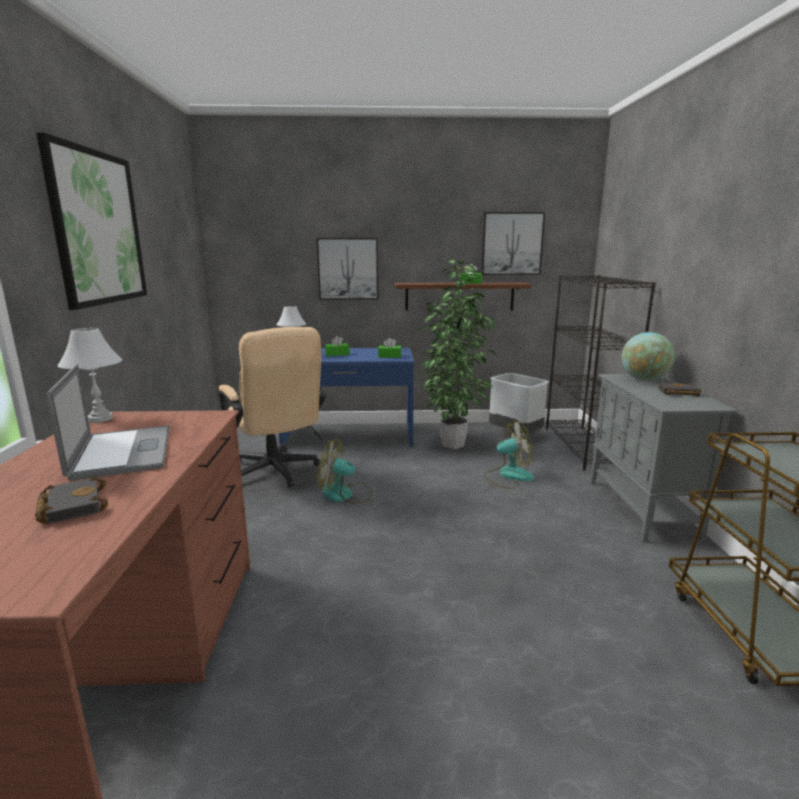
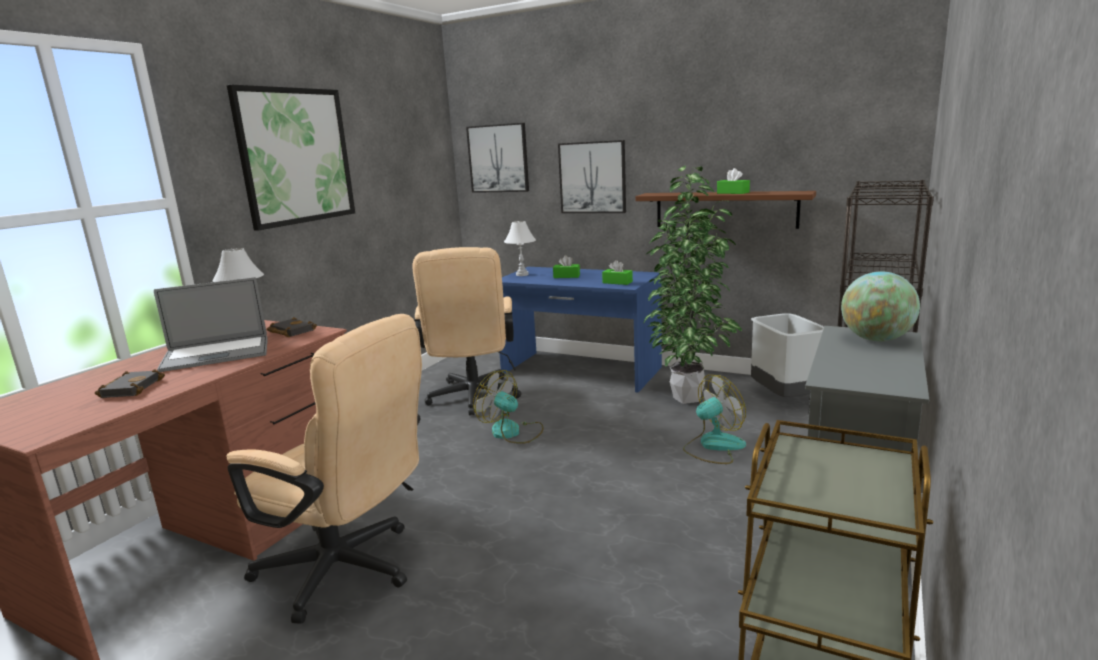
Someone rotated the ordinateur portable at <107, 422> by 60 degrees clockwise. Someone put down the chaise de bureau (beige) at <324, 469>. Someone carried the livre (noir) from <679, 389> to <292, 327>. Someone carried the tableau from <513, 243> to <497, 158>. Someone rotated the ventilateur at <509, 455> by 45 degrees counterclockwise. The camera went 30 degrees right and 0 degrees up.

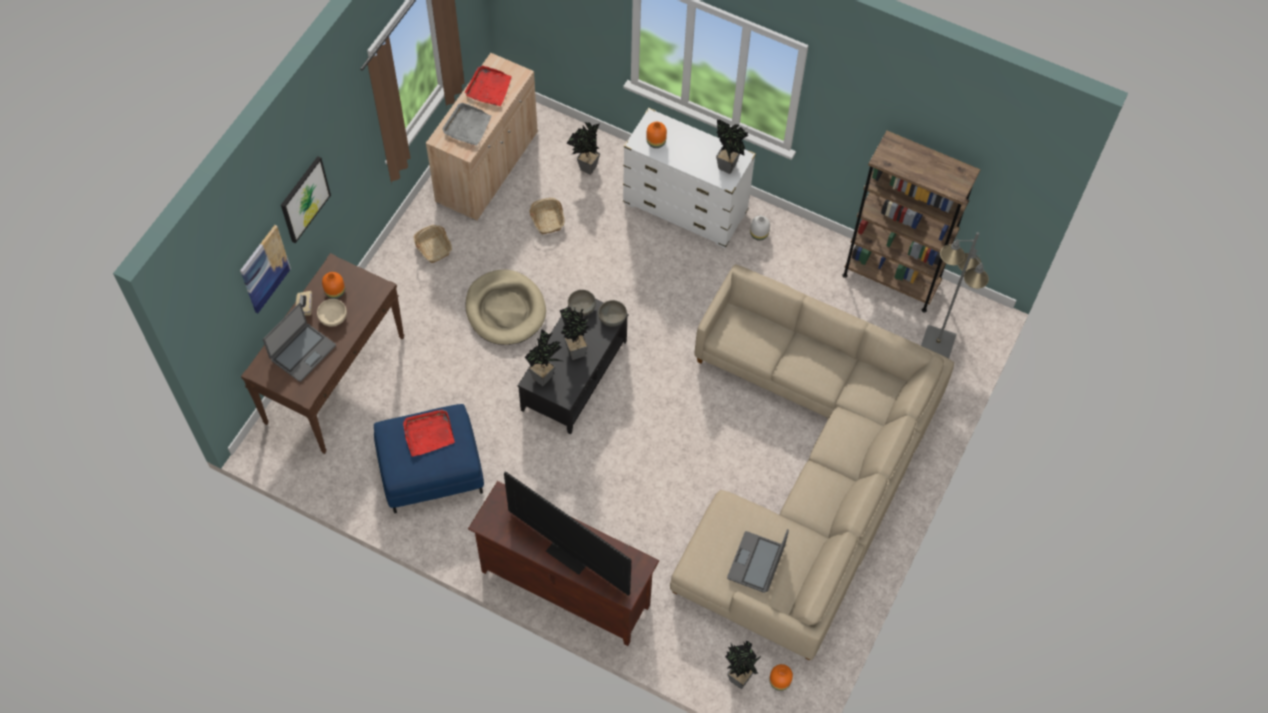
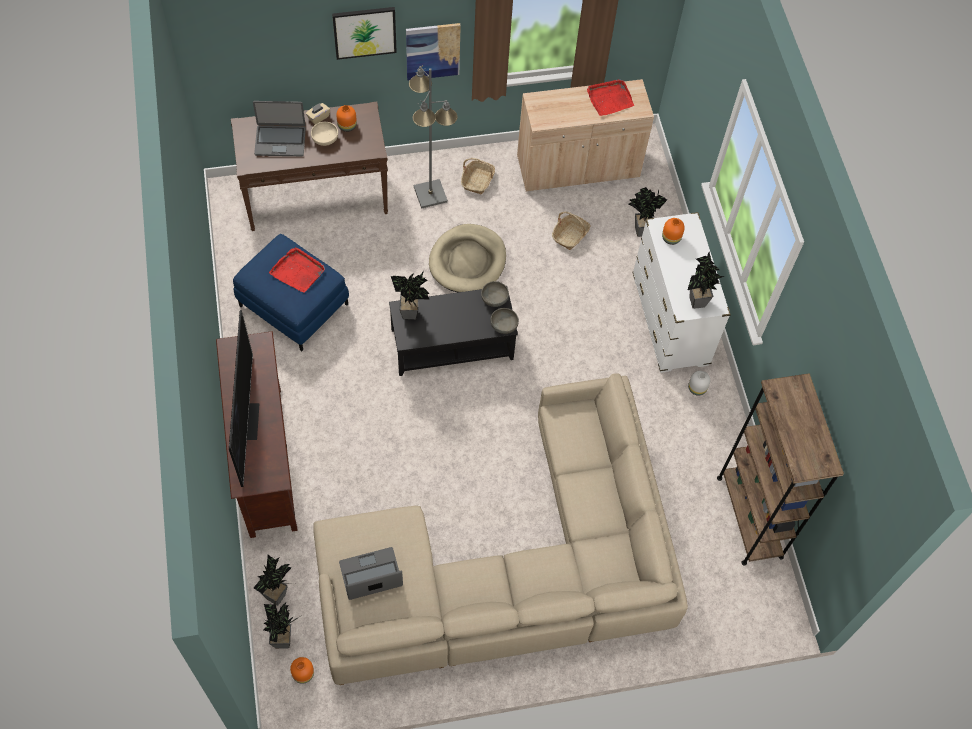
Someone carried the plante en pot from <576, 333> to <272, 580>. Someone carried the tableau from <265, 269> to <433, 52>. Someone carried the lampadaire (gris) from <955, 295> to <433, 137>. Someone took away the plateau (gris) at <466, 124>. The camera went 50 degrees right and 0 degrees up.

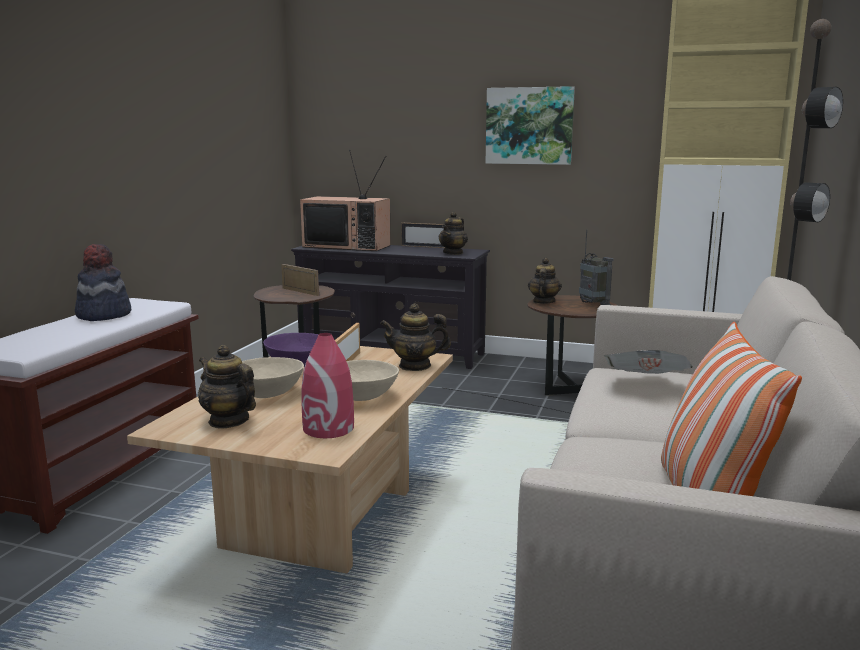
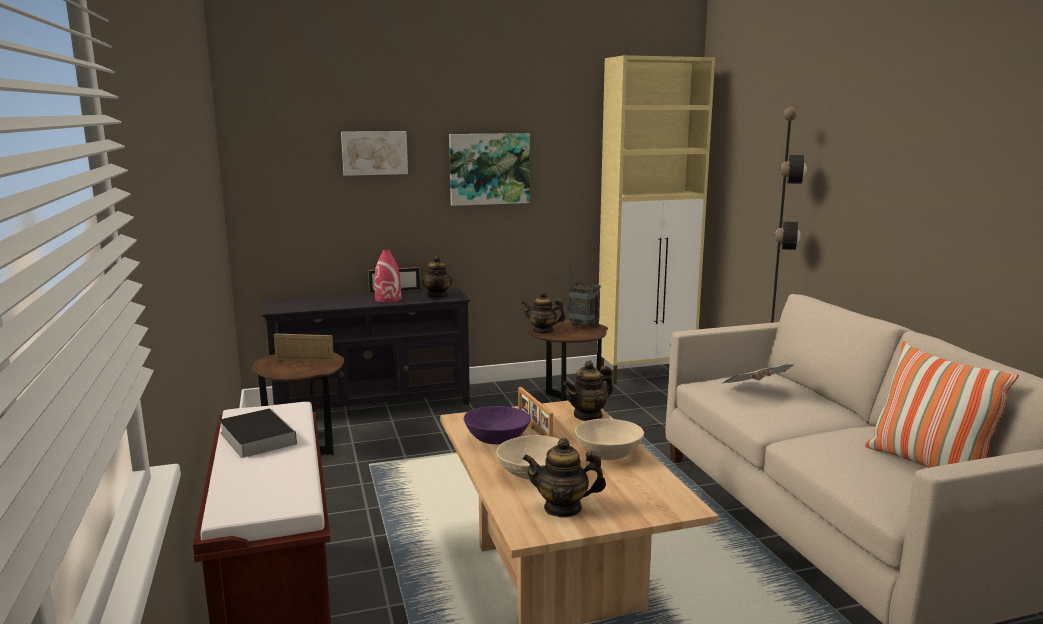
Someone swapped the chapeau at <103, 282> for the livre at <258, 433>. Someone put up the tableau at <374, 153>. Someone carried the vase (rouge) from <328, 385> to <387, 276>. Someone rotated the théière at <545, 280> by 60 degrees counterclockwise. Someone took away the téléviseur at <345, 200>. The camera went 35 degrees left and 0 degrees up.

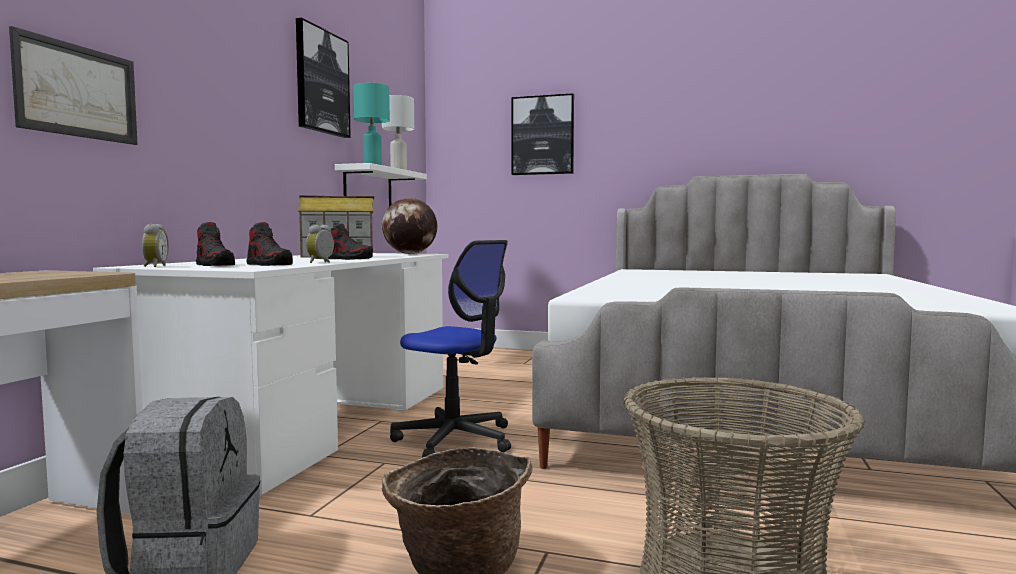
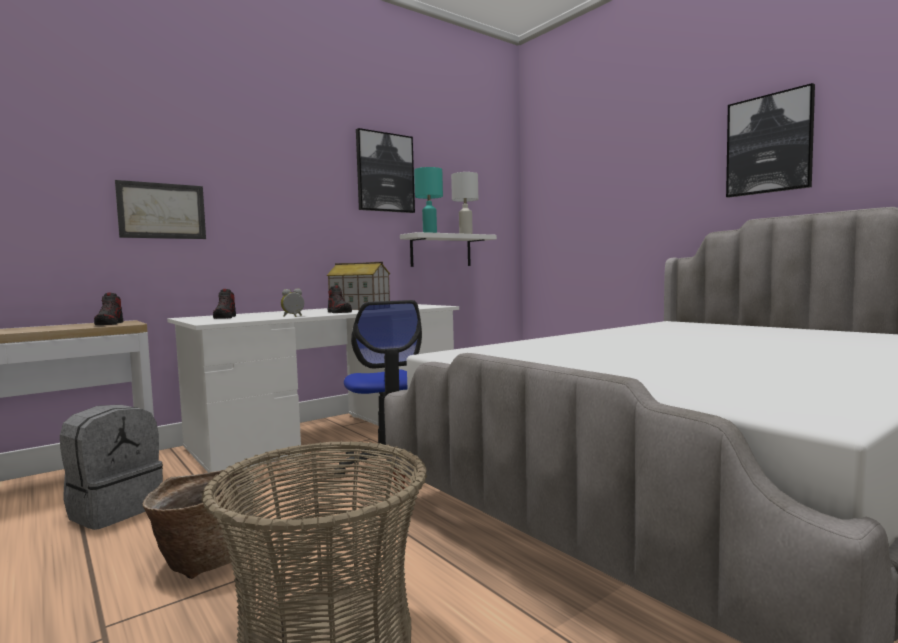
Someone carried the chaussure from <269, 244> to <108, 308>. Someone carried the tableau from <543, 134> to <770, 140>. Someone took away the réveil at <155, 245>. Someone took away the globe at <409, 226>. The camera went 35 degrees right and 0 degrees up.

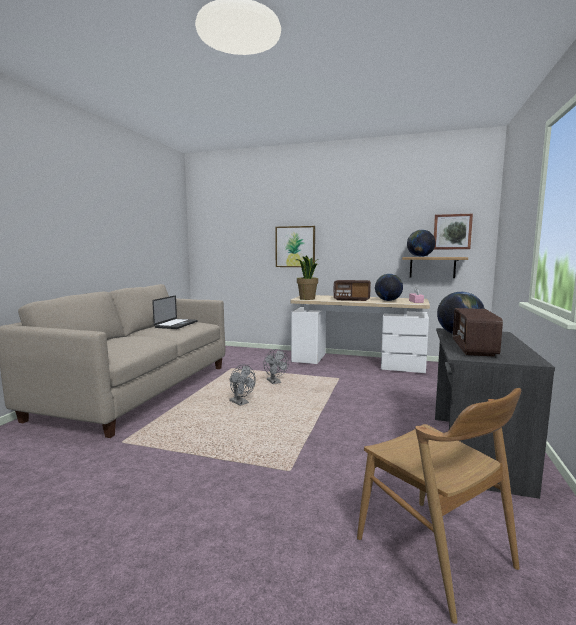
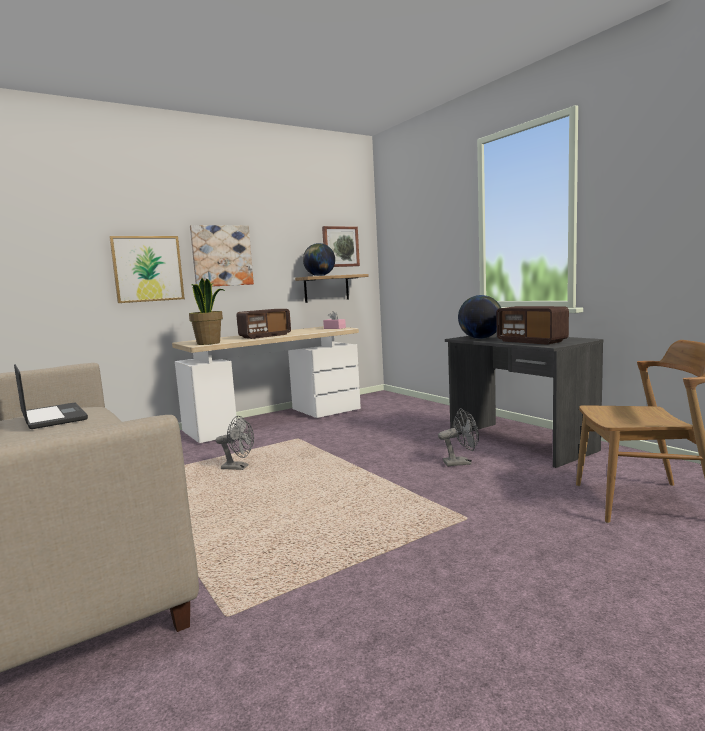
Someone put up the tableau at <222, 256>. Someone carried the ventilateur (gris) from <242, 385> to <458, 437>. Someone took away the globe at <389, 287>. The camera went 50 degrees left and 0 degrees up.

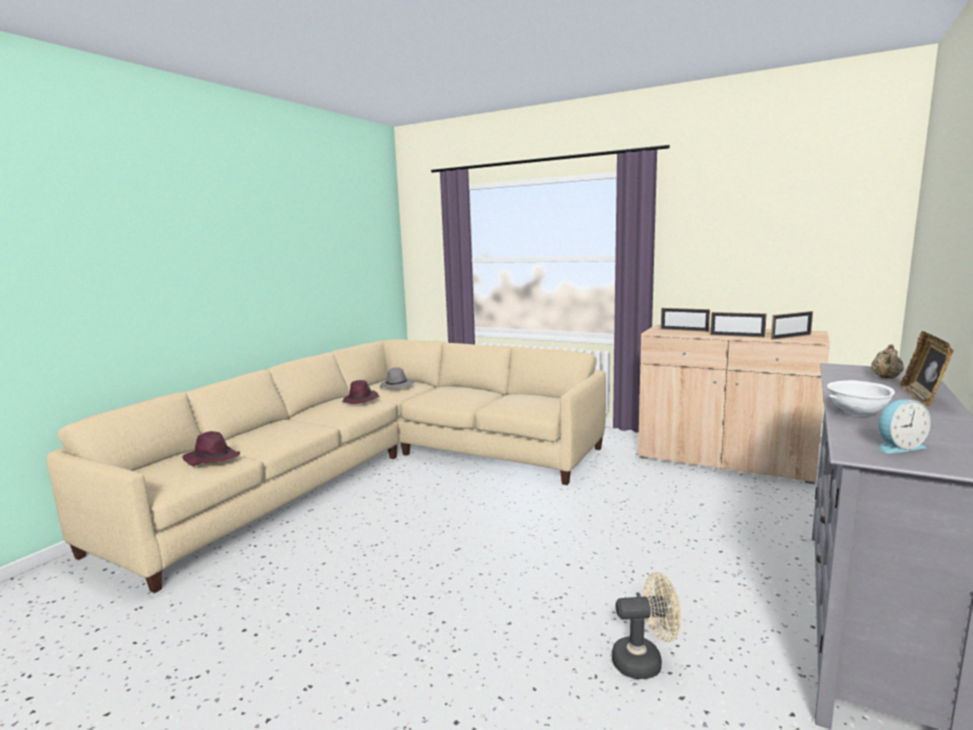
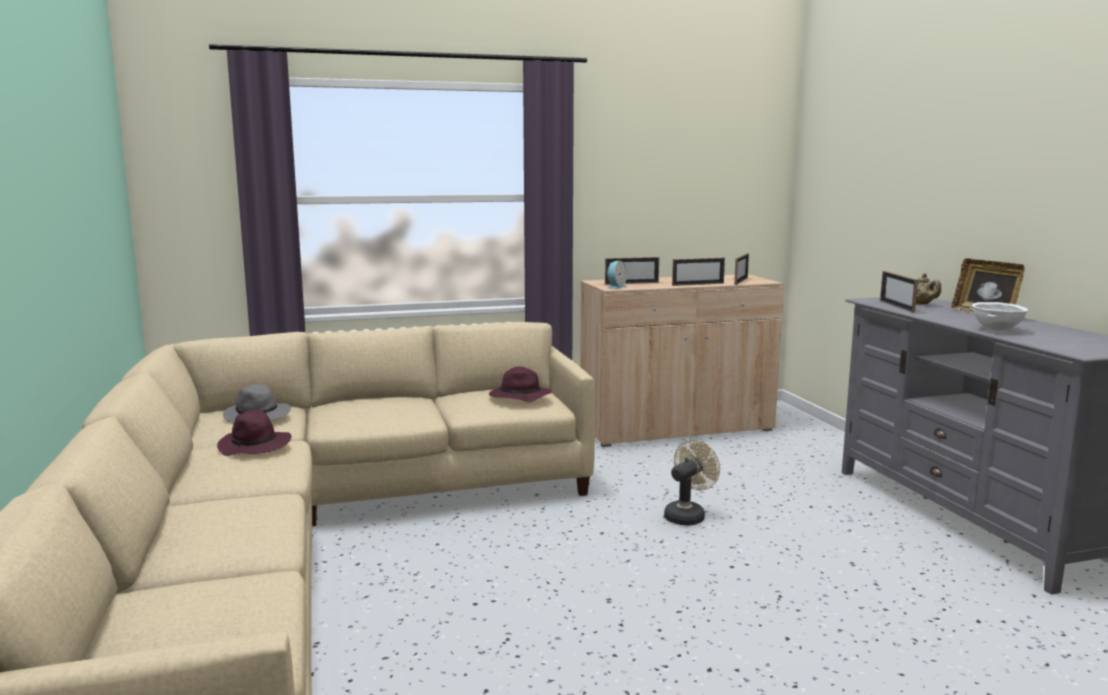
Someone carried the chapeau (violet) from <211, 448> to <520, 384>. Someone carried the réveil from <904, 426> to <617, 275>. Someone carried the ventilateur (beige) from <646, 625> to <692, 483>. Someone put down the cadre photo at <899, 292>. The camera went 45 degrees left and 0 degrees up.

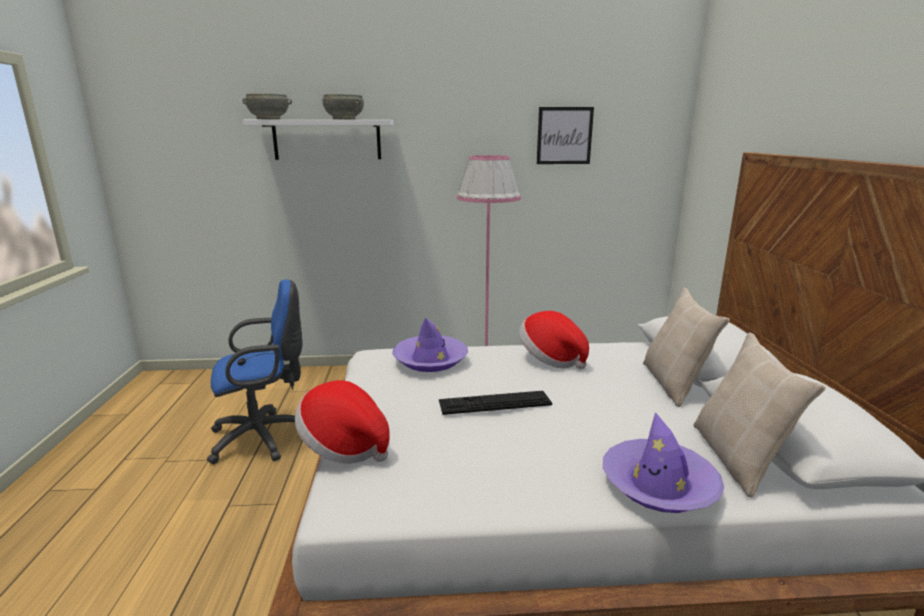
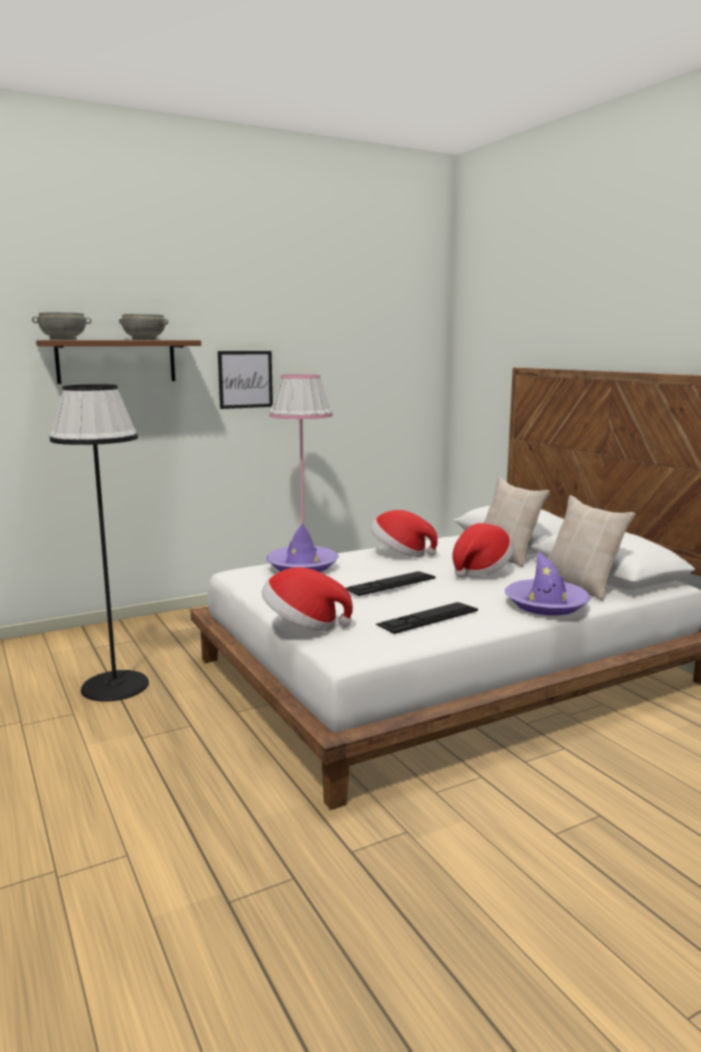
Someone repainted the étagère (blanc) at <318, 140>, which became the étagère (marron) at <118, 362>. Someone swapped the chaise de bureau (bleu) at <255, 372> for the lampadaire (noir) at <99, 543>. Someone carried the tableau from <565, 135> to <245, 380>. Someone put down the clavier at <427, 618>. Someone put down the chapeau at <483, 550>. The camera went 25 degrees left and 5 degrees down.

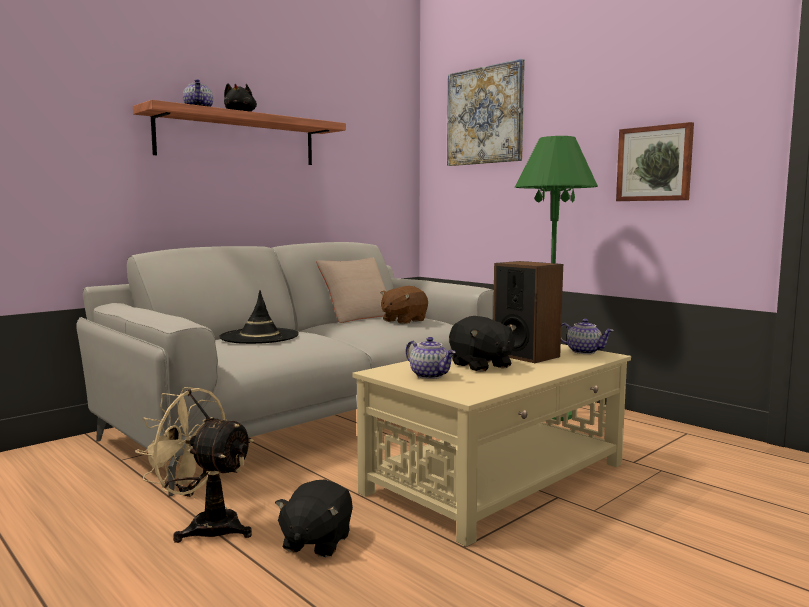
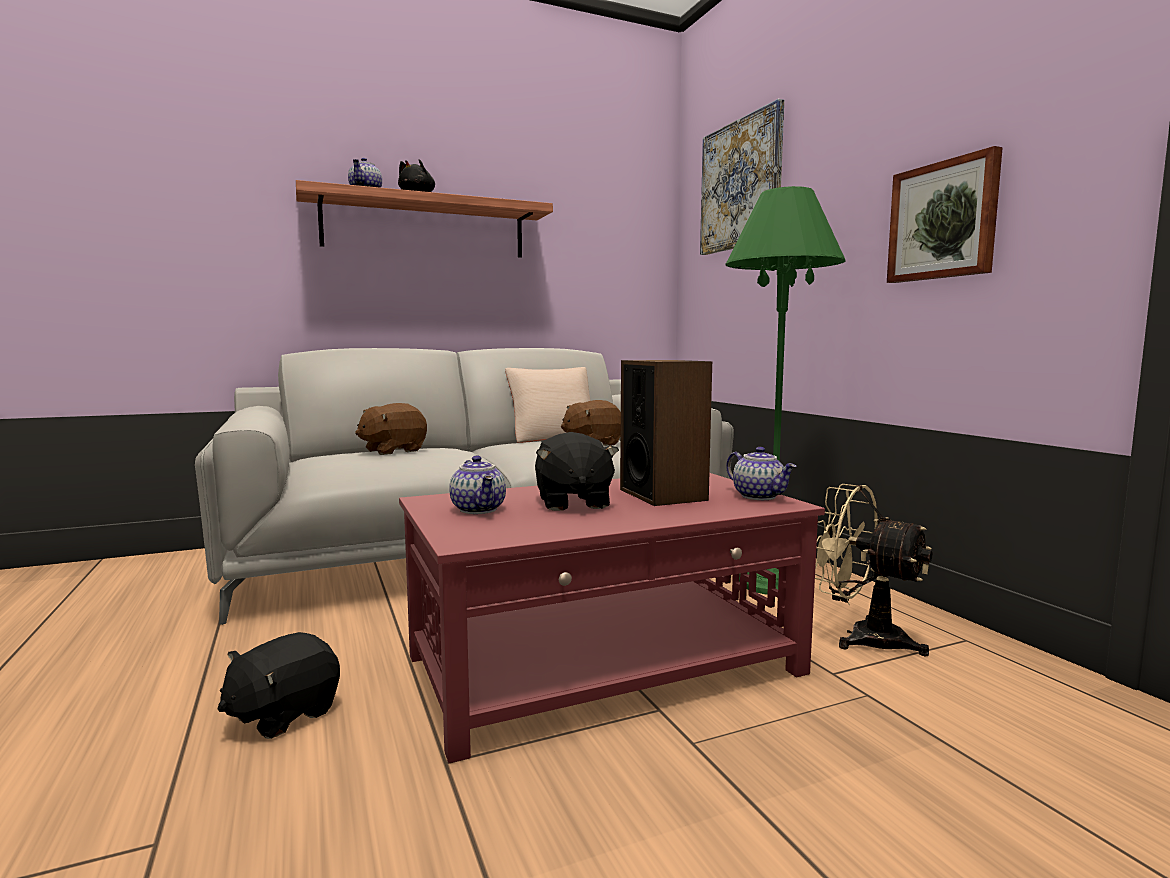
Someone swapped the chapeau (noir) at <259, 317> for the peluche (marron) at <391, 429>. Someone repainted the table basse (beige) at <491, 445>, which became the table basse (rouge) at <612, 618>. Someone carried the ventilateur (beige) from <194, 465> to <874, 570>. The camera went 20 degrees right and 0 degrees up.

